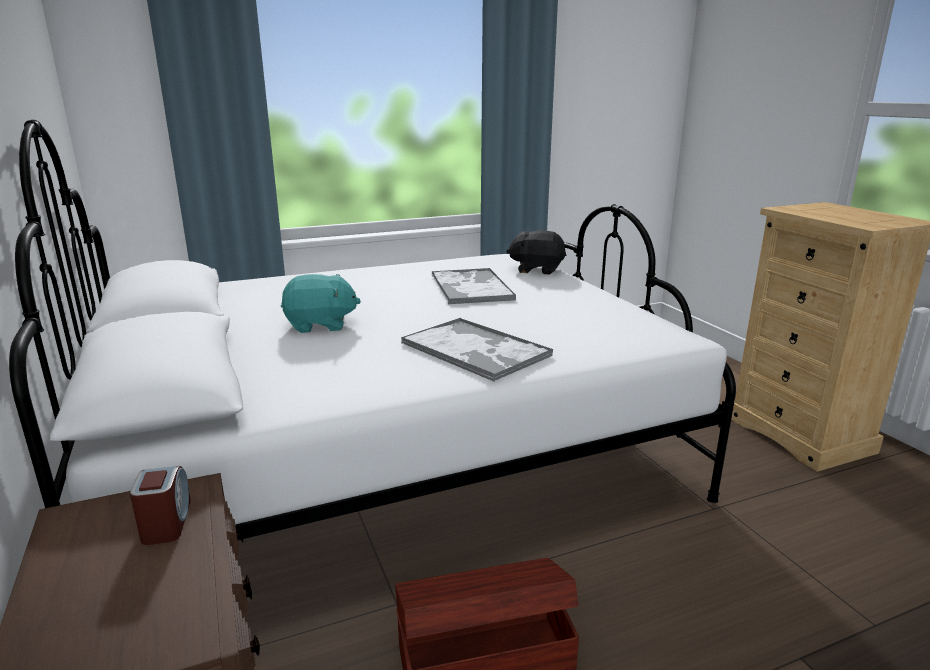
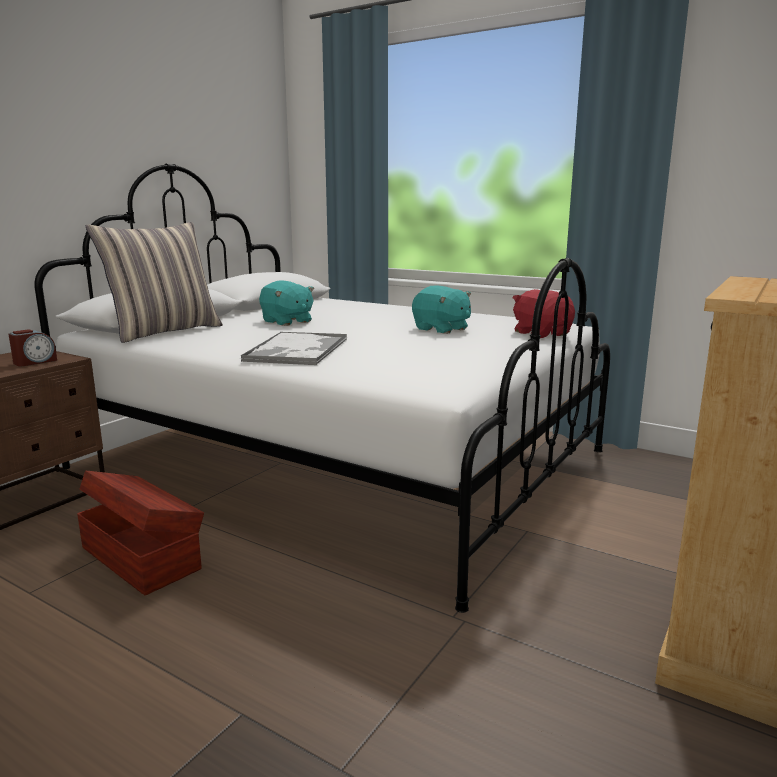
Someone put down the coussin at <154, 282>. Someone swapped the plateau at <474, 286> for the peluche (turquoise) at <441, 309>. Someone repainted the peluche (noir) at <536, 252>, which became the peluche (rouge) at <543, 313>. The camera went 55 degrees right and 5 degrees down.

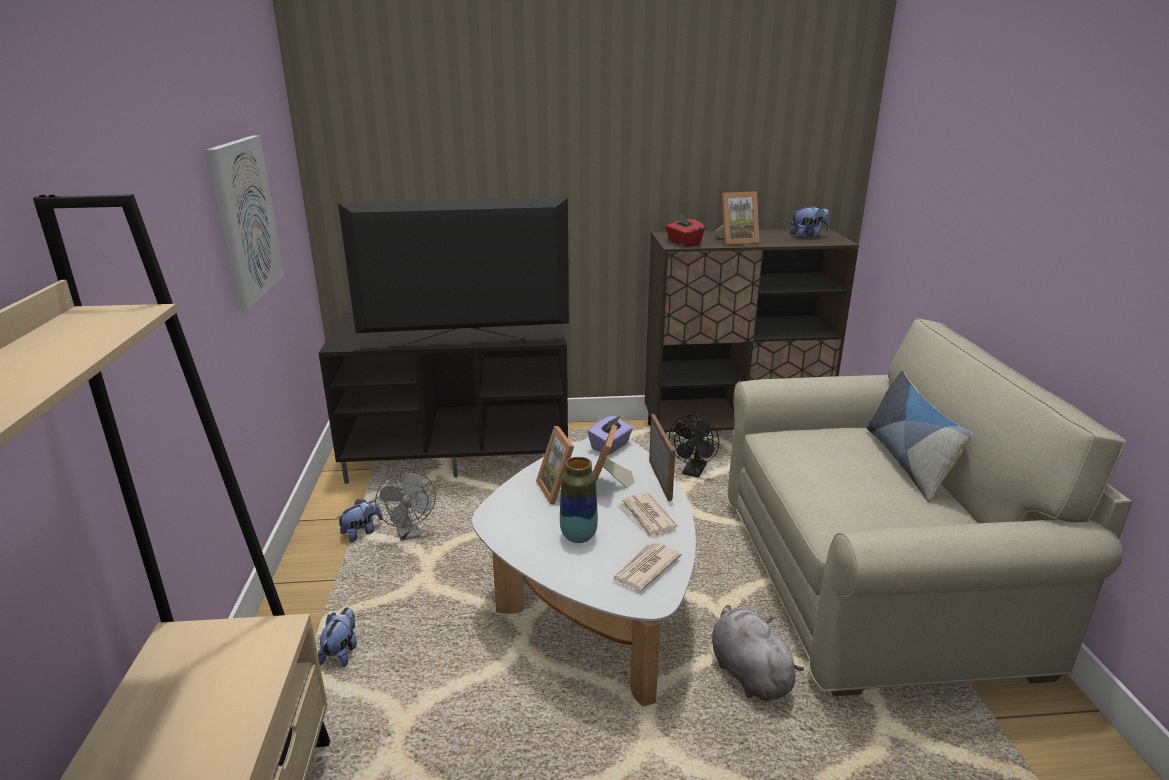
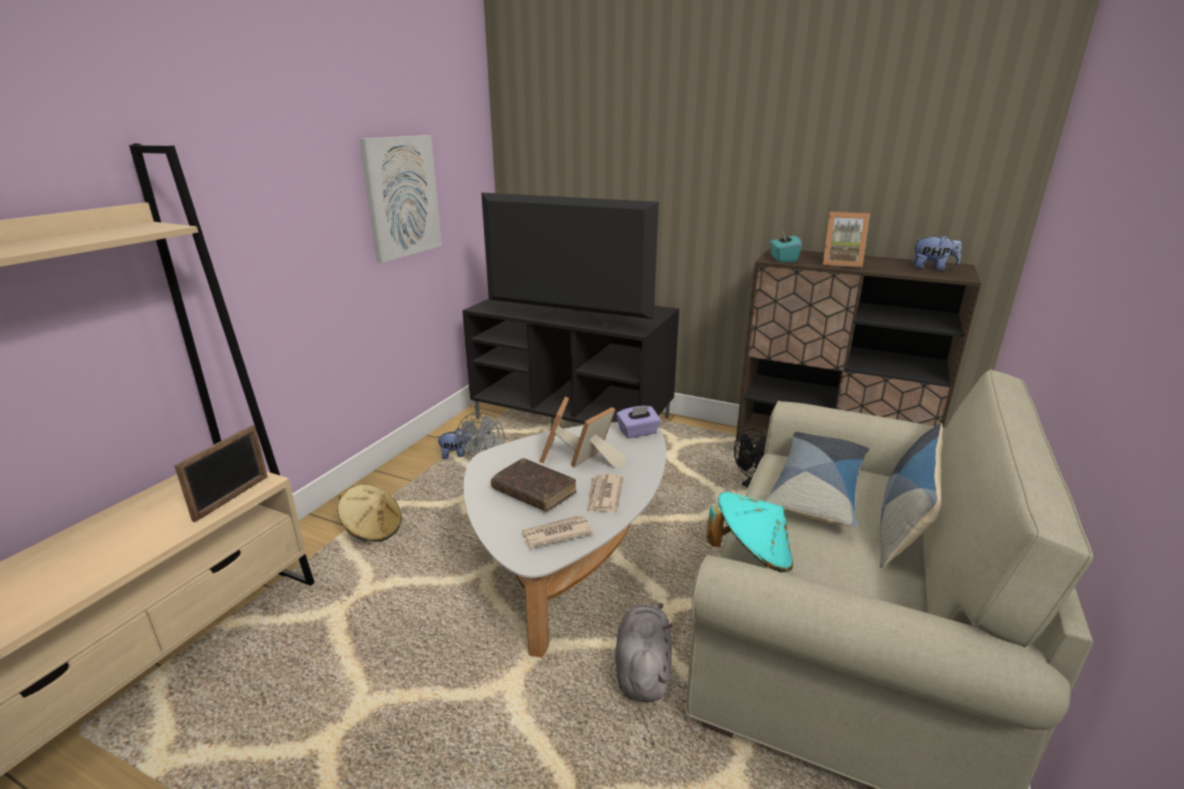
Someone carried the cadre photo from <662, 457> to <220, 473>. Someone swapped the peluche at <337, 637> for the chapeau (beige) at <369, 513>. Someone swapped the vase at <579, 500> for the livre (marron) at <534, 485>. Someone put down the chapeau (turquoise) at <750, 532>. Someone put down the coussin at <817, 479>. Someone repainted the boîte à mouchoirs (rouge) at <685, 229>, which became the boîte à mouchoirs (turquoise) at <786, 246>. The camera went 30 degrees right and 0 degrees up.

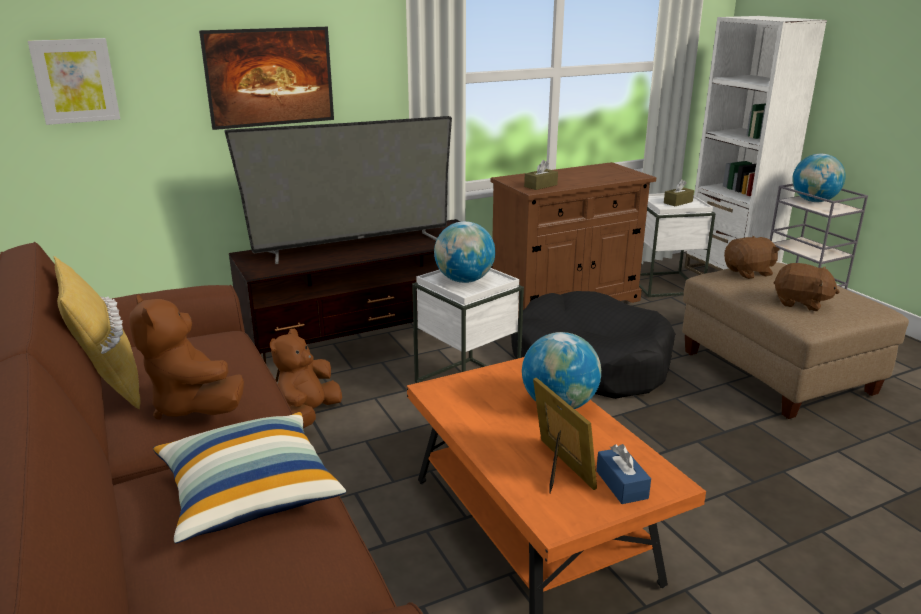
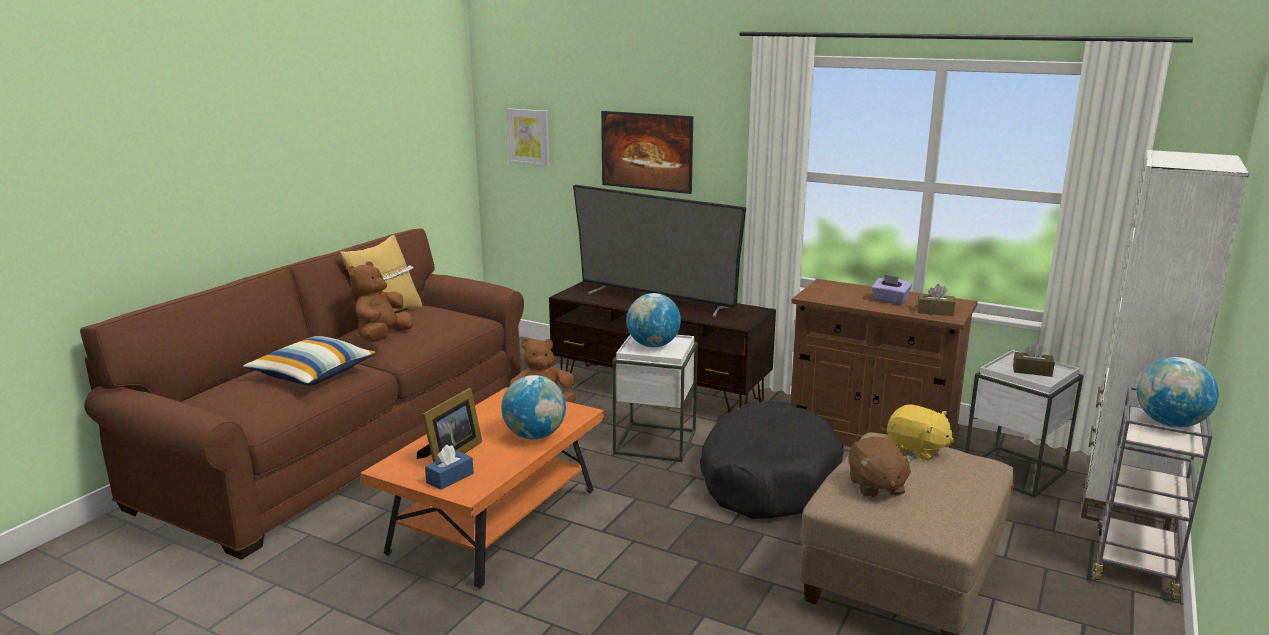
Someone put down the boîte à mouchoirs (violet) at <892, 289>. Someone repainted the peluche (marron) at <752, 257>, which became the peluche (jaune) at <921, 432>. Someone carried the boîte à mouchoirs (marron) from <541, 175> to <936, 300>. The camera went 55 degrees right and 5 degrees down.

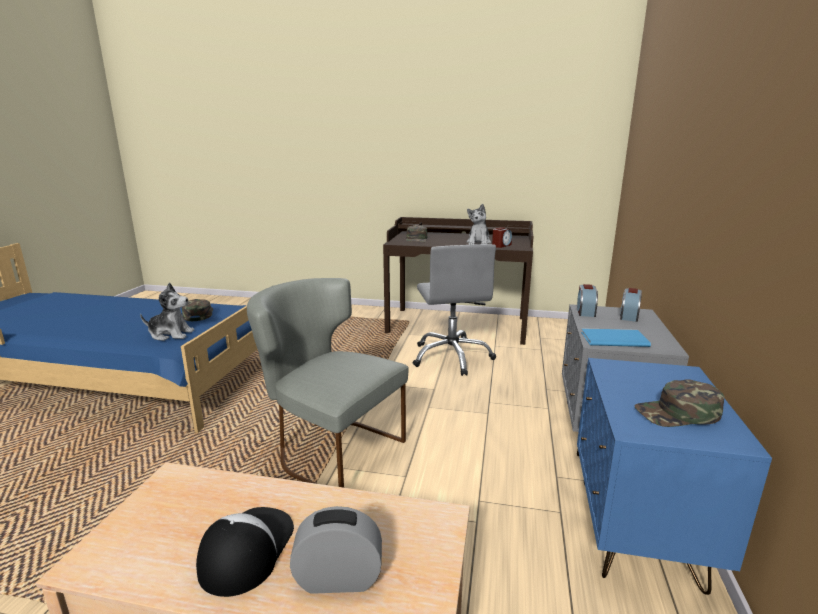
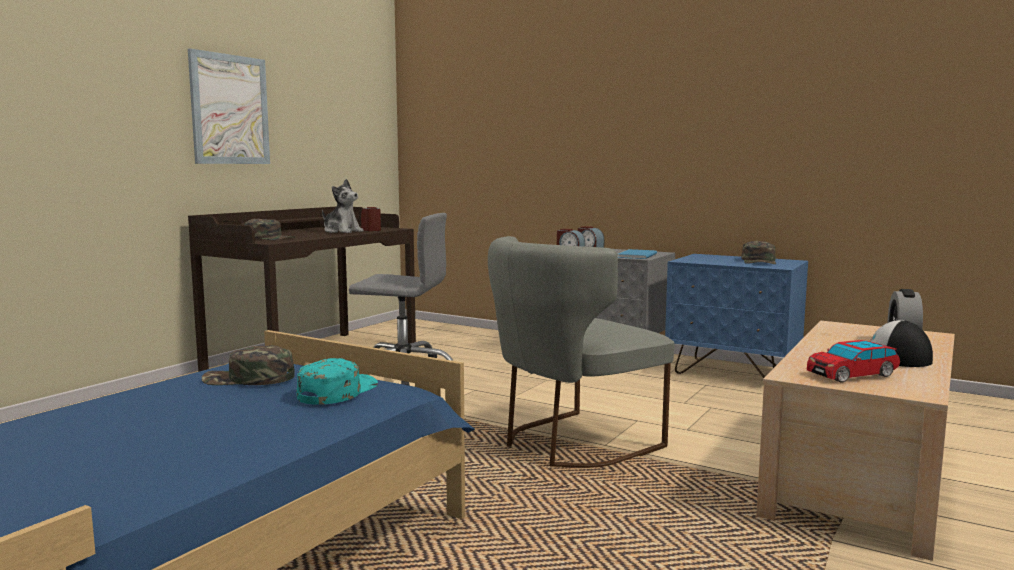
Someone put up the tableau at <229, 106>. Someone swapped the peluche at <167, 311> for the casquette (turquoise) at <337, 381>. Someone put down the petite voiture at <853, 361>. The camera went 70 degrees left and 10 degrees down.

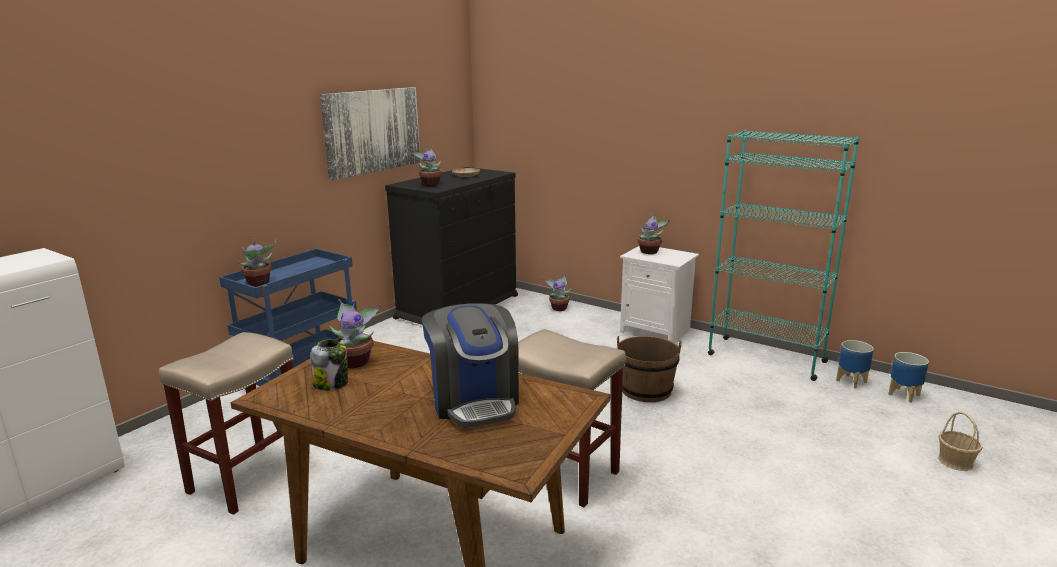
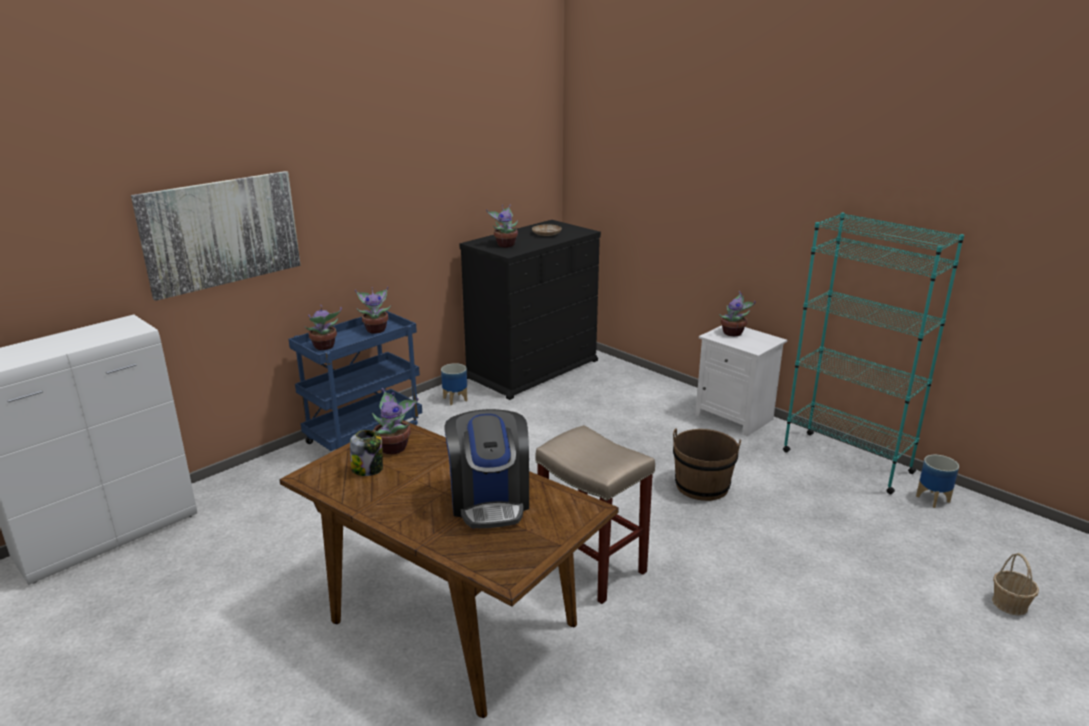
Someone carried the tableau from <370, 134> to <216, 236>. Someone carried the plante en pot from <557, 292> to <373, 310>. Someone carried the cache-pot from <908, 377> to <454, 384>. Someone took away the tabouret (beige) at <226, 423>. The camera went 10 degrees right and 5 degrees up.

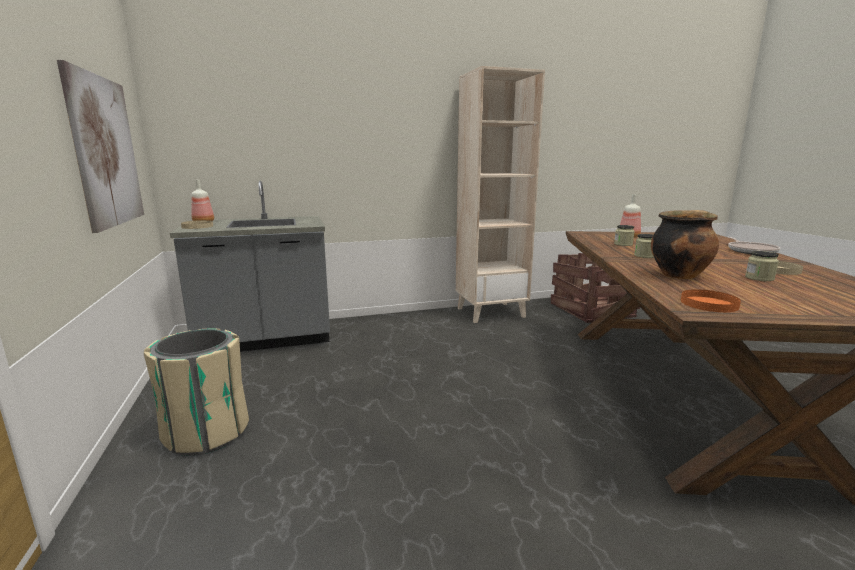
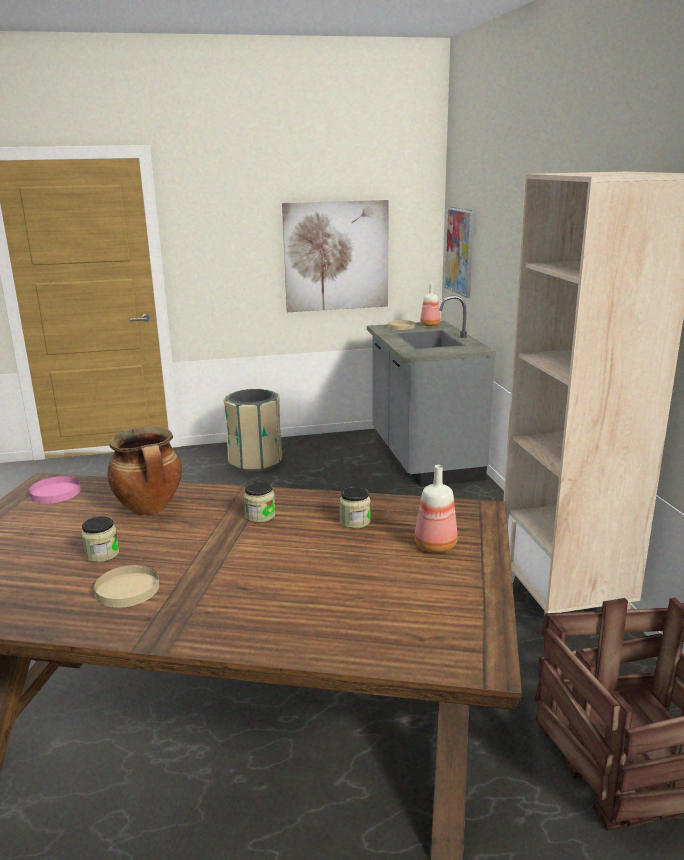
Someone repainted the assiette (orange) at <711, 300>, which became the assiette (rose) at <55, 490>. Someone put up the tableau at <459, 252>. Someone took away the poêle at <753, 245>. The camera went 95 degrees right and 5 degrees up.

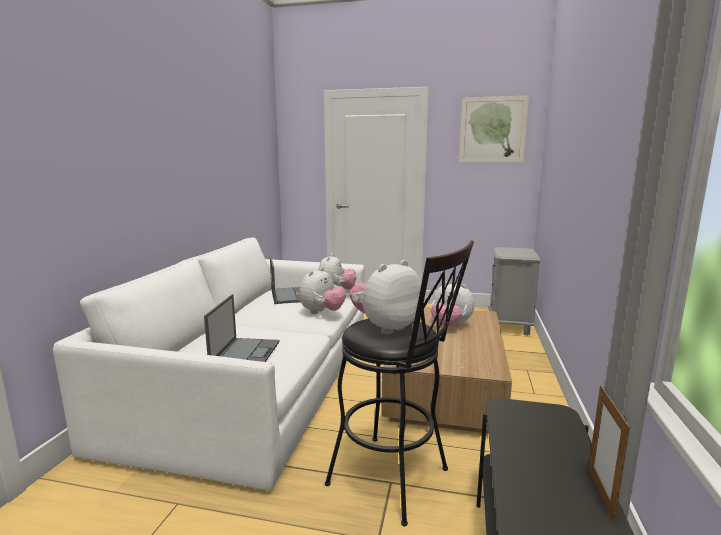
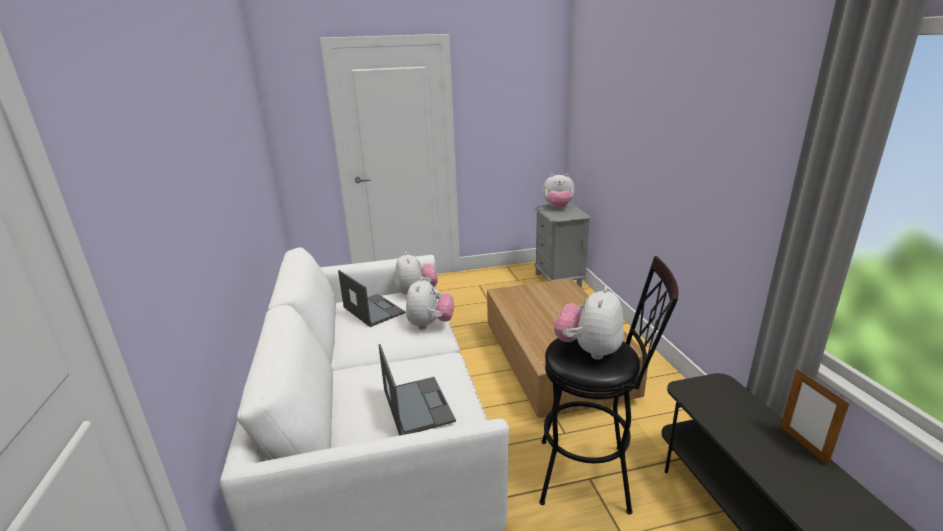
Someone carried the peluche from <452, 304> to <559, 191>. Someone took away the tableau at <494, 129>. The camera went 25 degrees left and 10 degrees up.

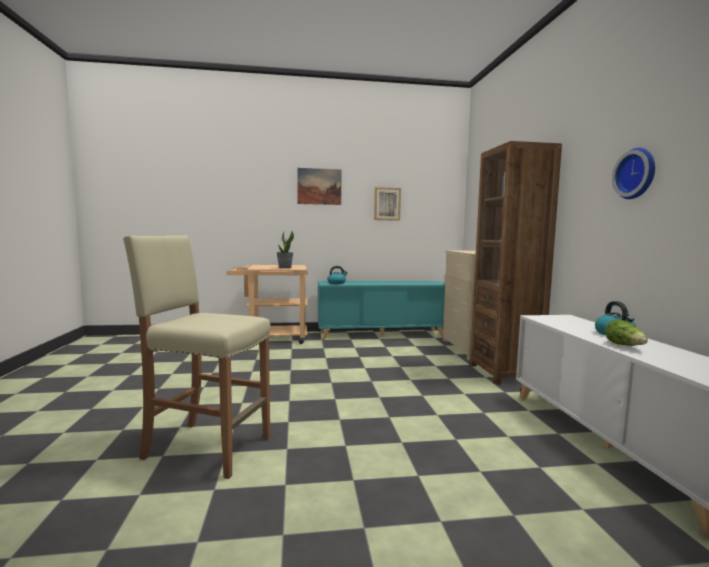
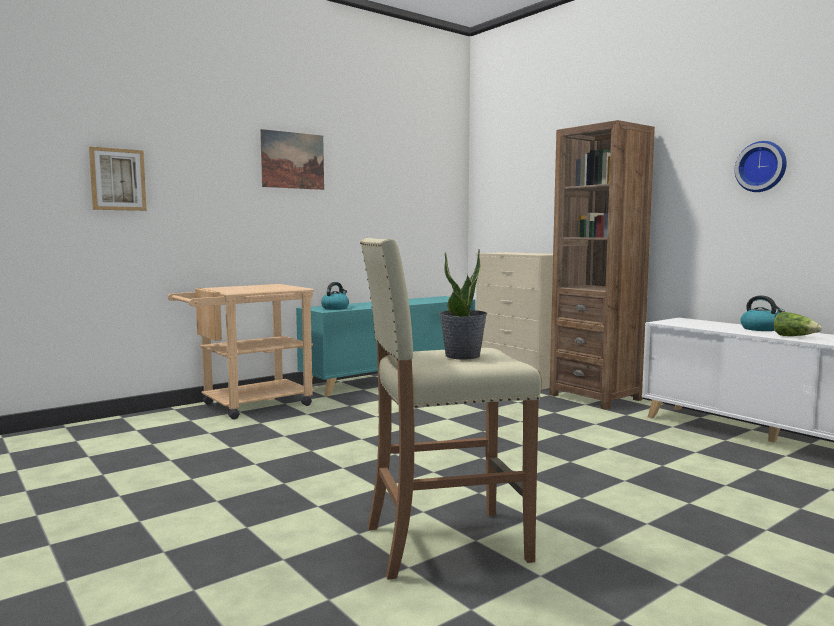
Someone carried the tableau from <387, 204> to <118, 179>. Someone carried the plante en pot from <285, 249> to <463, 304>. The camera went 30 degrees left and 0 degrees up.

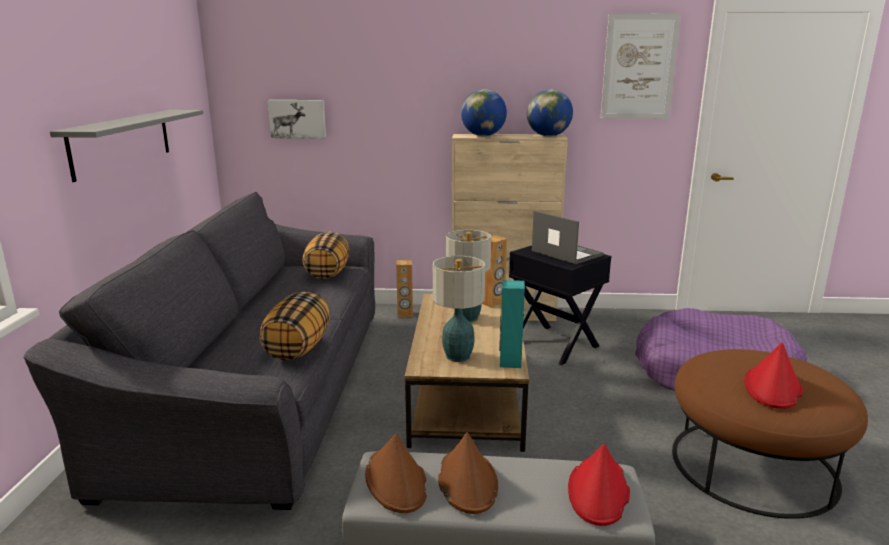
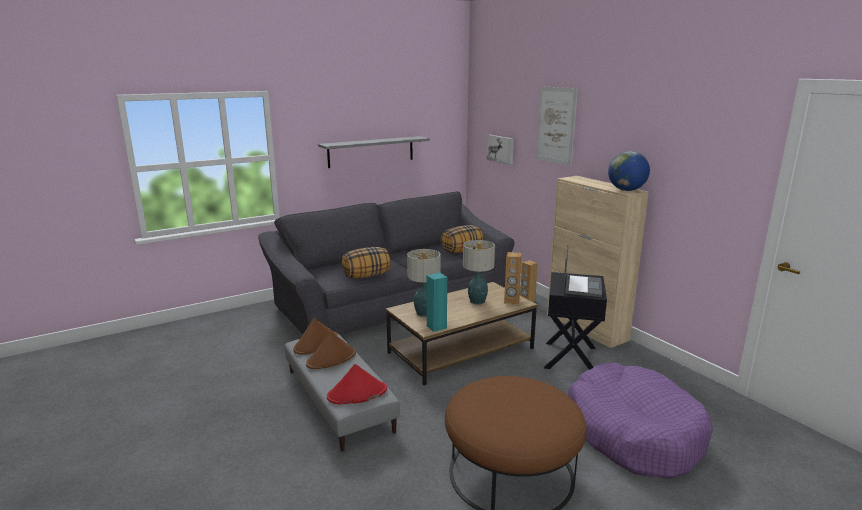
Someone carried the tableau from <641, 66> to <557, 126>. Someone took away the globe at <484, 112>. Someone took away the chapeau (rouge) at <773, 375>. The camera went 55 degrees right and 0 degrees up.

